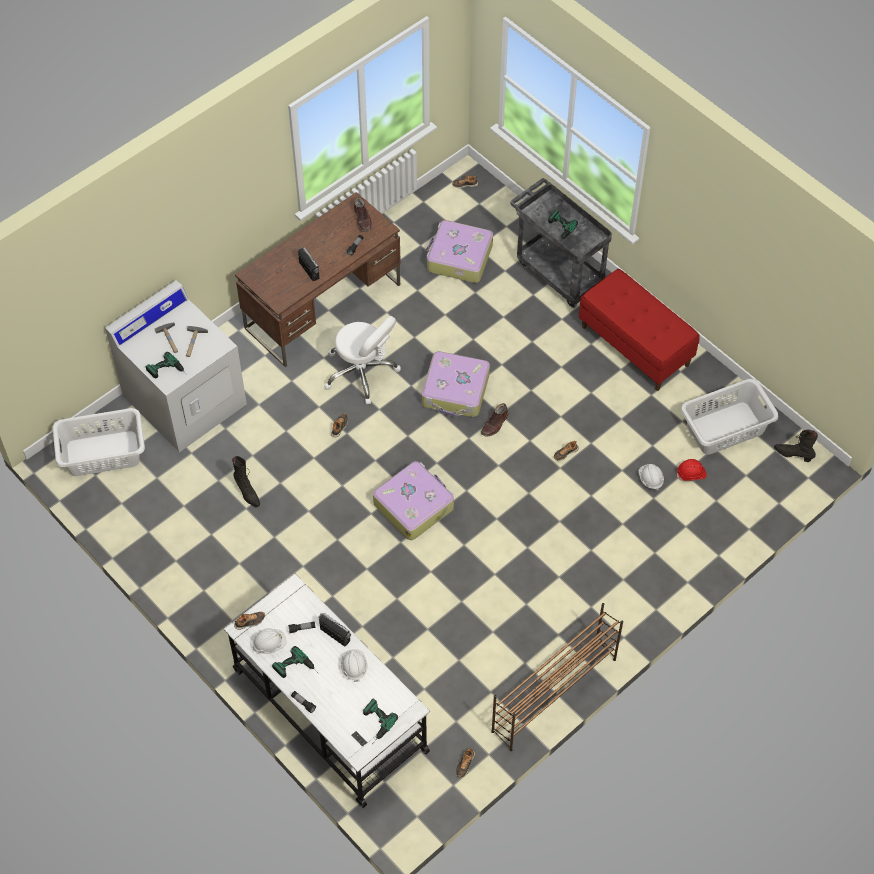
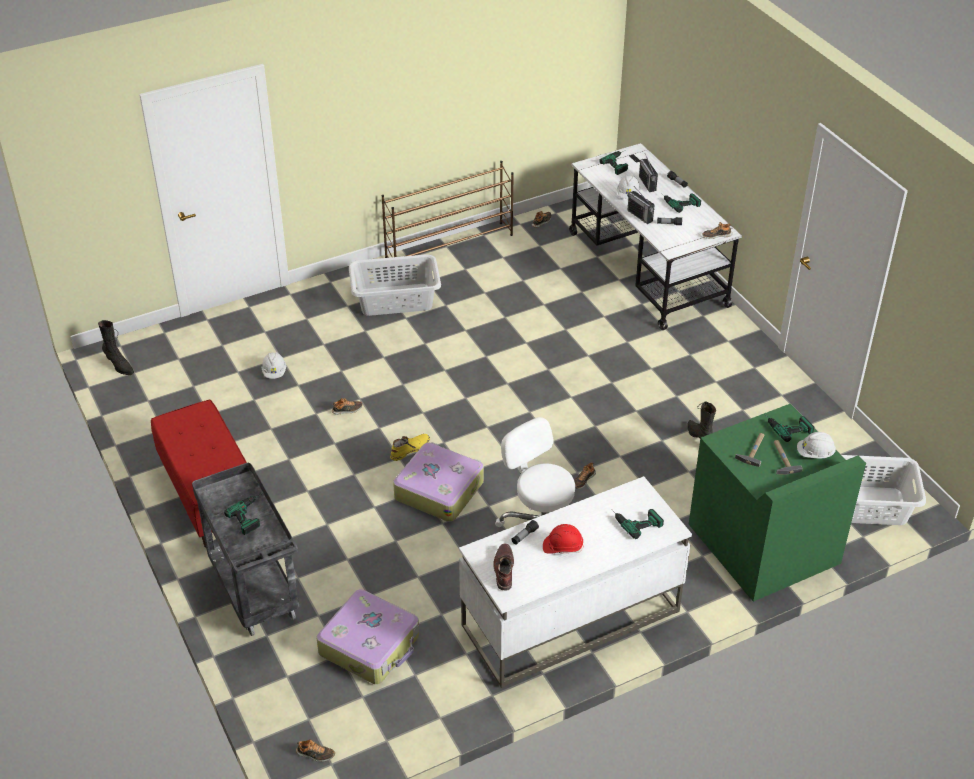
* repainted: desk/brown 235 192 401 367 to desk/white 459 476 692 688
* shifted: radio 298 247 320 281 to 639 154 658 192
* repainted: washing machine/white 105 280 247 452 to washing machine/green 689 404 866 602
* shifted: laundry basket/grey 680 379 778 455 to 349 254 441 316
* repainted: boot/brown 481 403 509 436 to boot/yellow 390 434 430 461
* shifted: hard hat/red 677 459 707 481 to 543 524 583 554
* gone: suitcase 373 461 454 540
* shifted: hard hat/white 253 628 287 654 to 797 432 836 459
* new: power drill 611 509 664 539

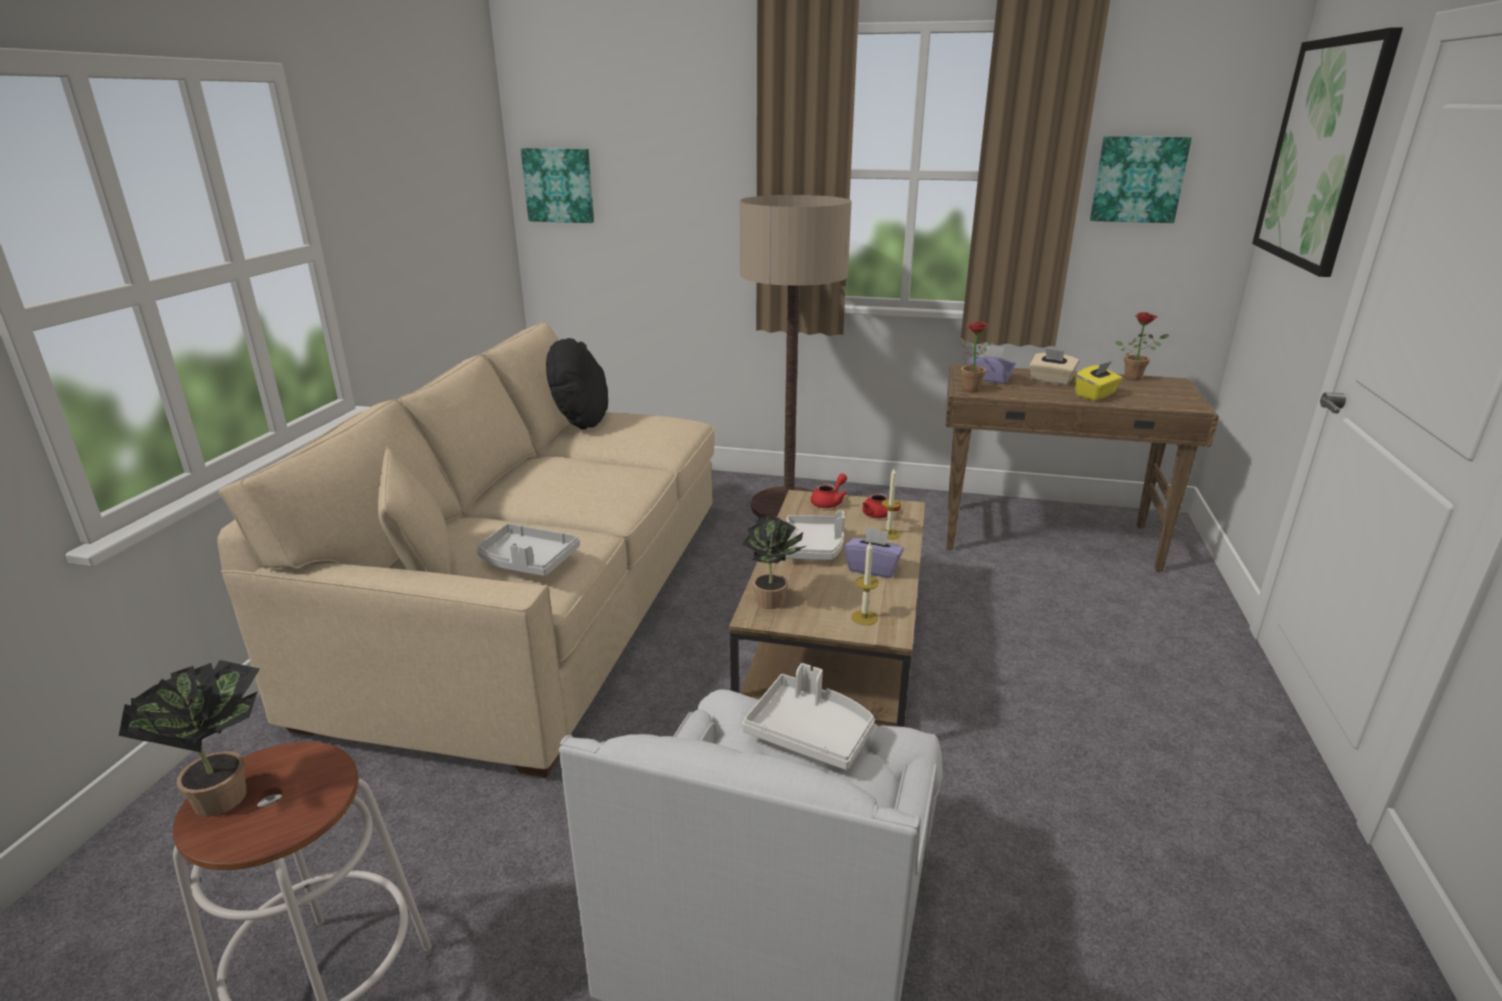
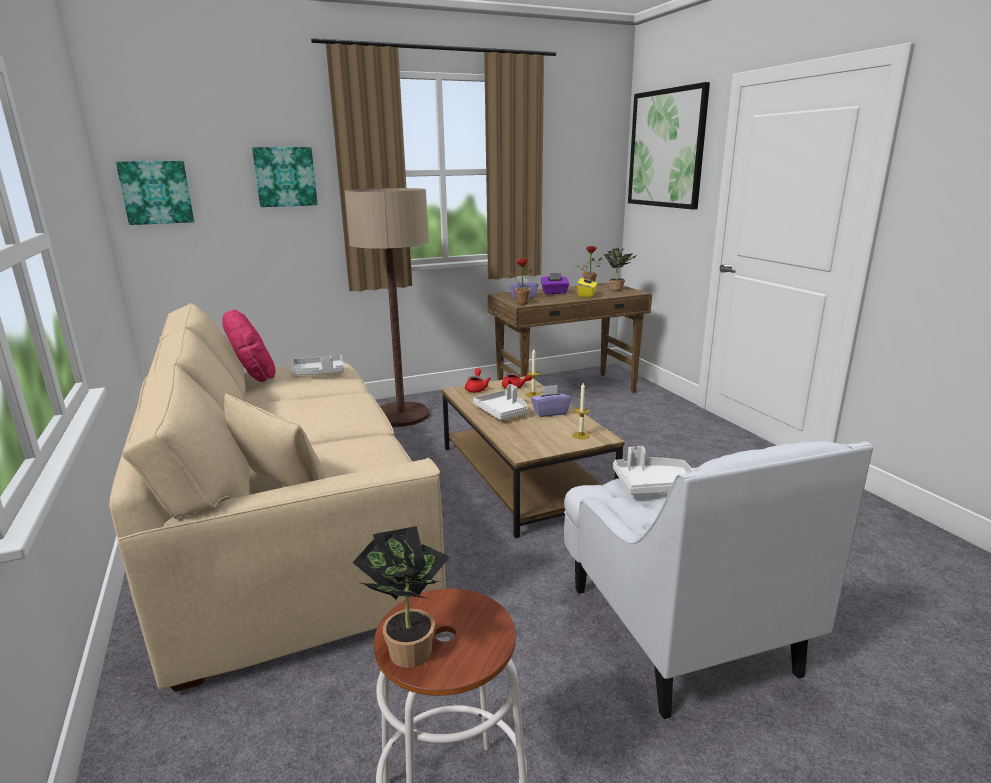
* shifted: picture 1090 136 1192 223 to 252 147 318 207
* repainted: pillow/black 546 338 608 430 to pillow/pink 222 310 276 382
* repainted: tissue box/beige 1029 348 1079 386 to tissue box/purple 541 273 569 294
* shifted: potted plant 743 516 806 609 to 604 248 636 291
* shifted: tray/grey 477 524 580 576 to 291 355 344 375

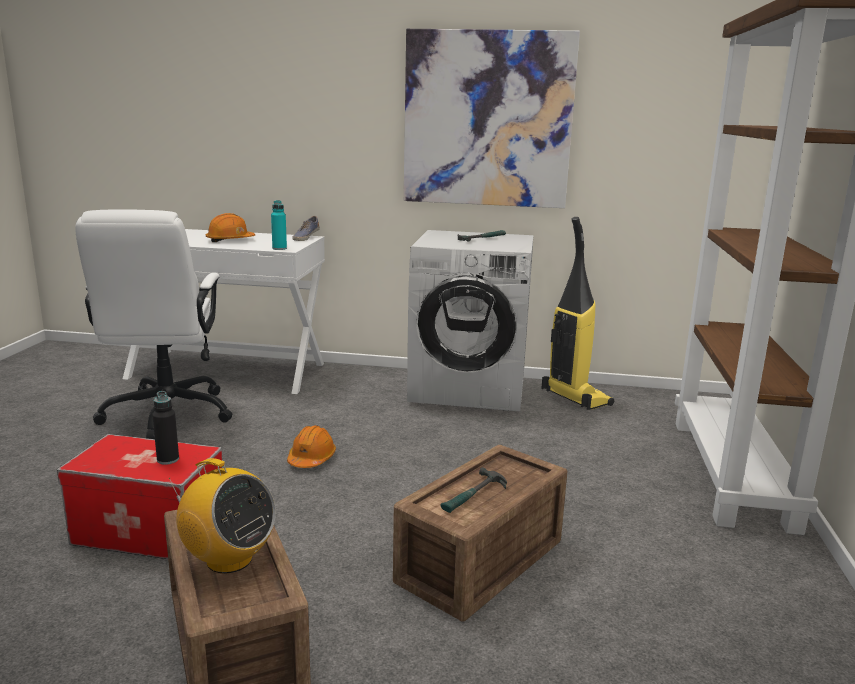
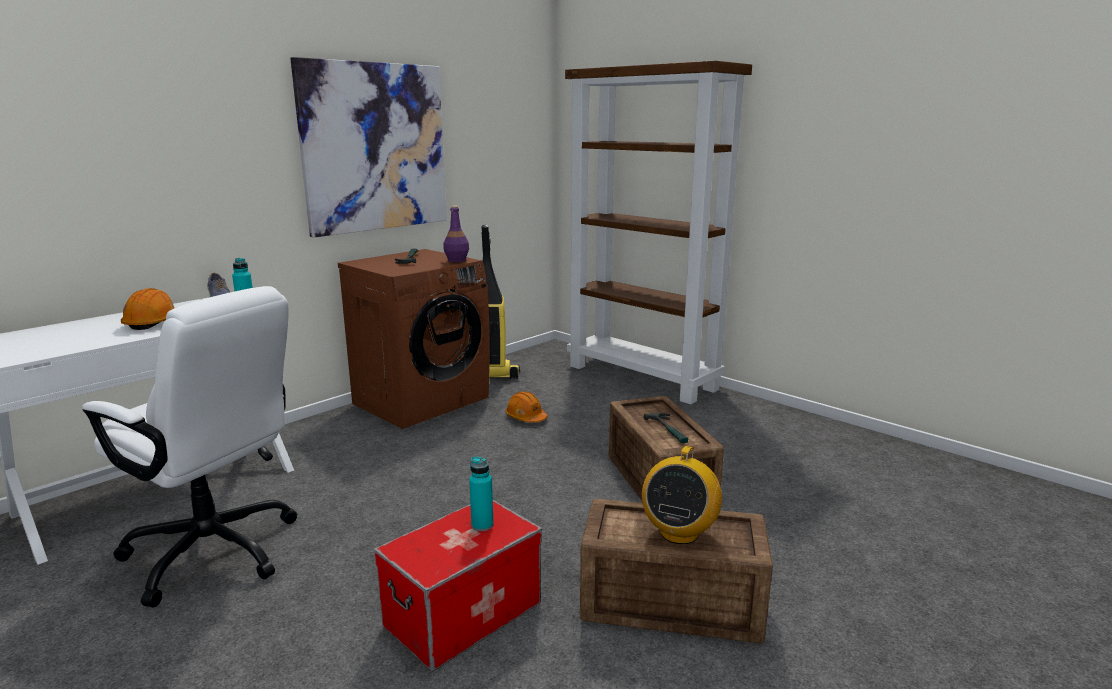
* repainted: washing machine/white 407 230 533 411 to washing machine/brown 338 249 490 429
* repainted: bottle/black 152 391 179 465 to bottle/turquoise 469 456 493 531
* shifted: hard hat/orange 287 425 336 468 to 505 392 547 423
* rotated: radio 168 458 276 574 = 642 446 722 544 135 degrees clockwise
* new: bottle/purple 444 206 469 262

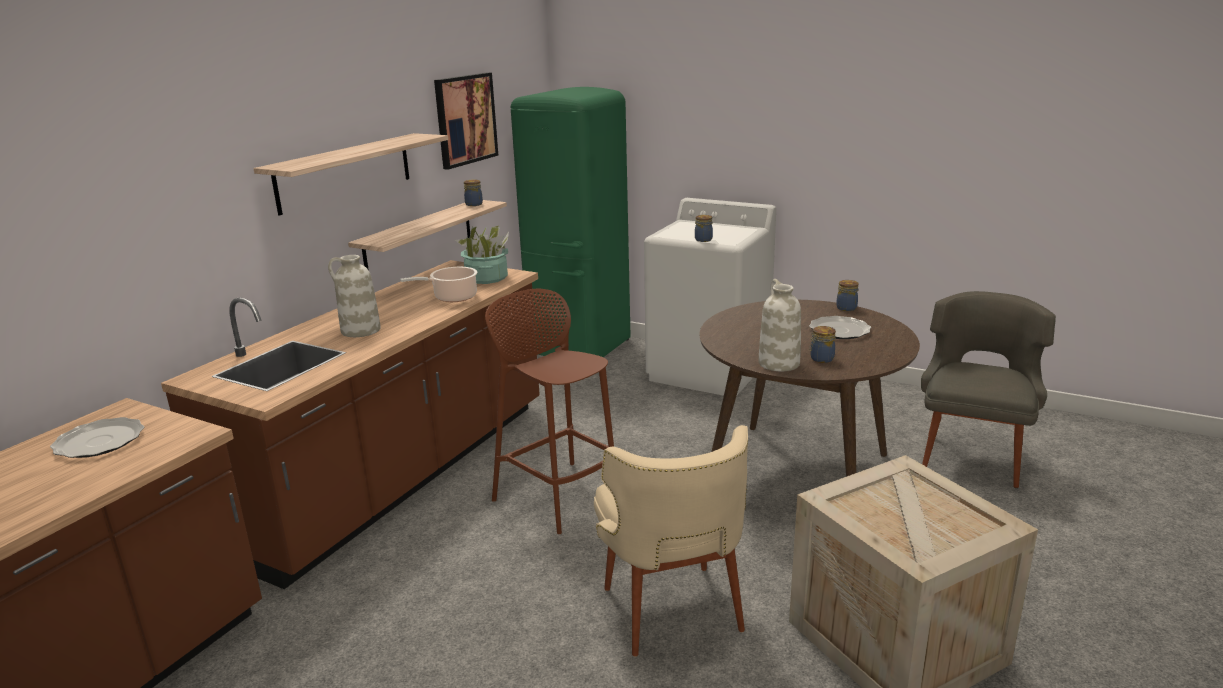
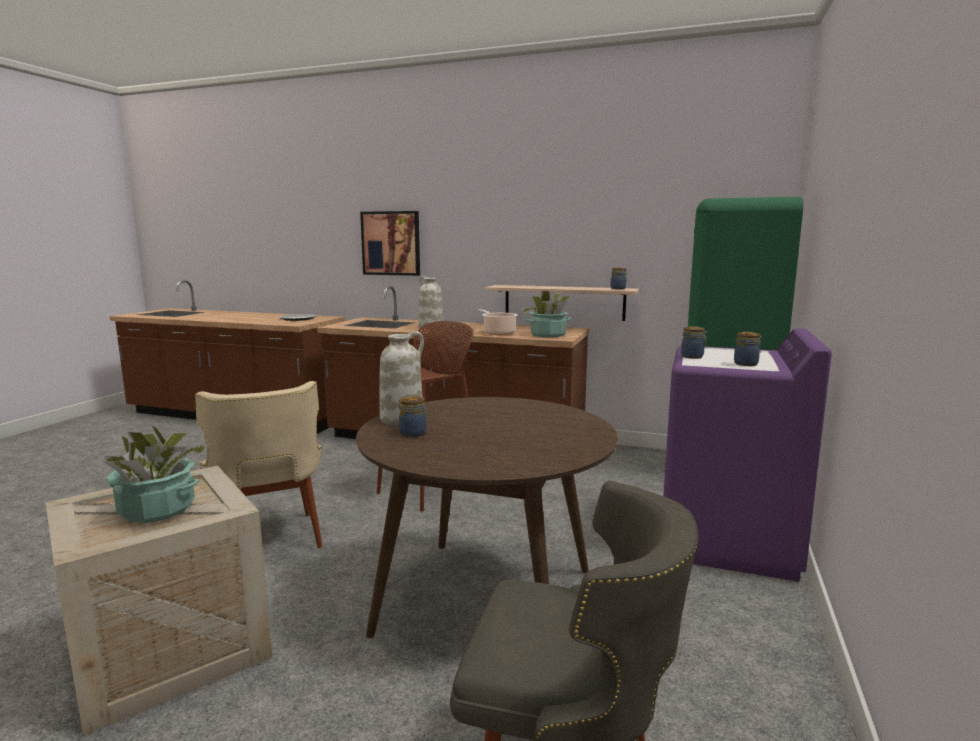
* shifted: picture 434 72 498 170 to 360 211 420 276
* gone: shelf 253 133 448 216
* repainted: washing machine/white 644 198 776 396 to washing machine/purple 663 328 832 582
* shifted: jar 836 280 859 311 to 734 332 762 366
* gone: plate 809 316 871 339
* rotated: chair/beige 594 425 748 657 = 195 381 323 549 90 degrees counterclockwise
* new: potted plant 103 425 210 523

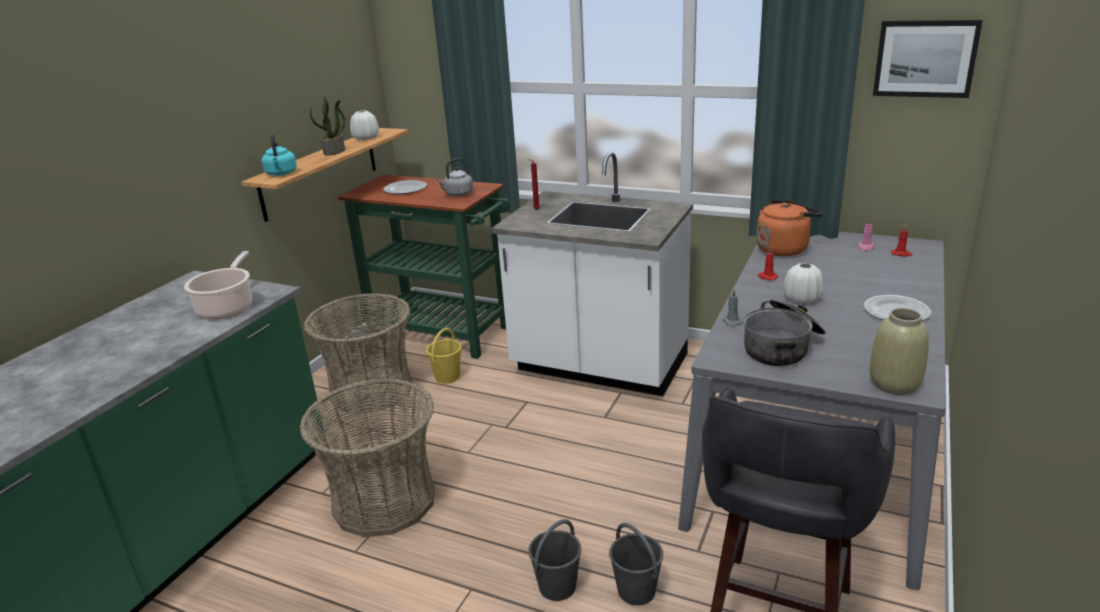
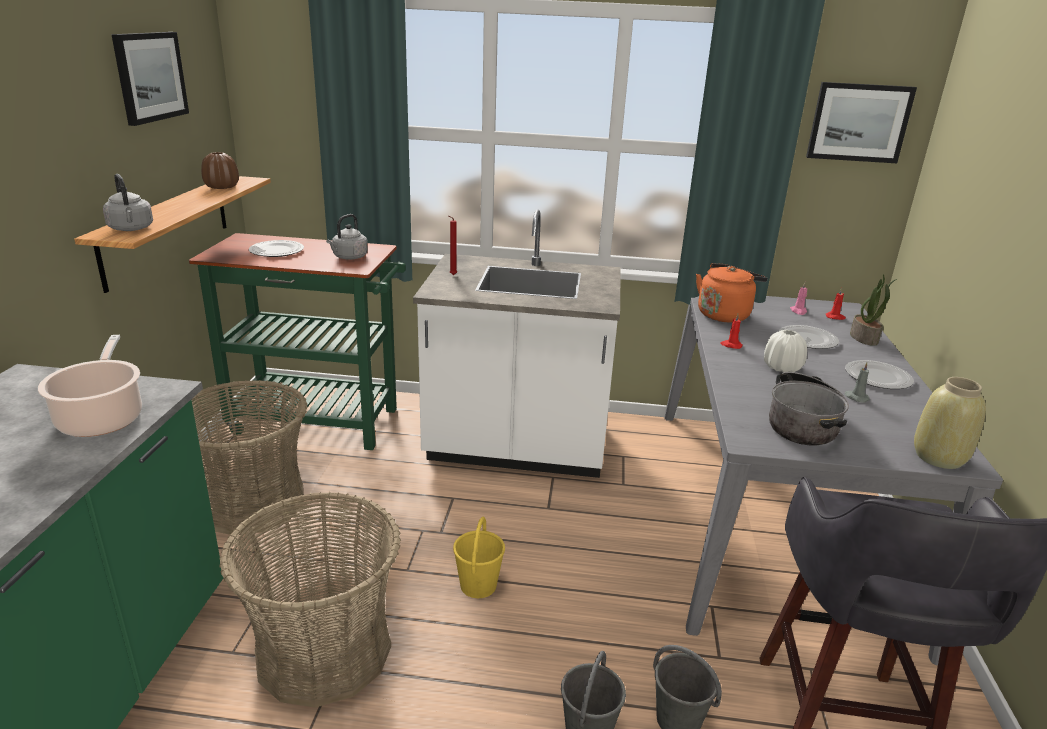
* shifted: potted plant 310 96 345 156 to 850 274 897 346
* repainted: vase/white 350 111 379 140 to vase/brown 201 152 239 189
* repainted: kettle/turquoise 261 133 297 176 to kettle/grey 103 174 153 231
* shifted: candle/grey 722 290 743 326 to 844 362 870 403
* shifted: bucket/yellow 426 328 461 384 to 453 517 505 598
* new: picture 111 32 189 126
* new: plate 779 325 839 349

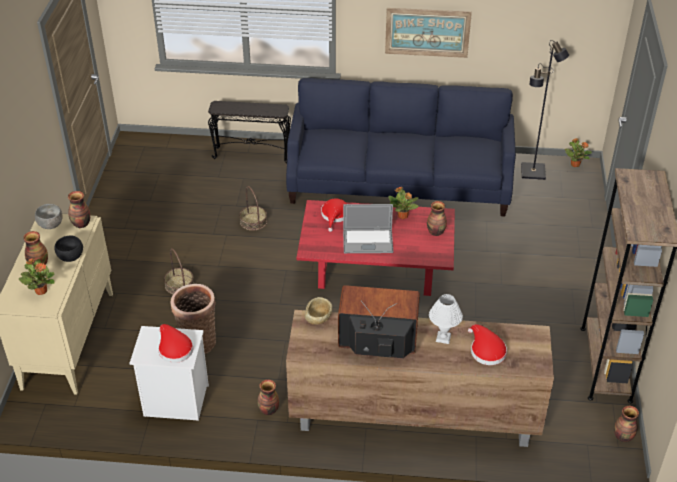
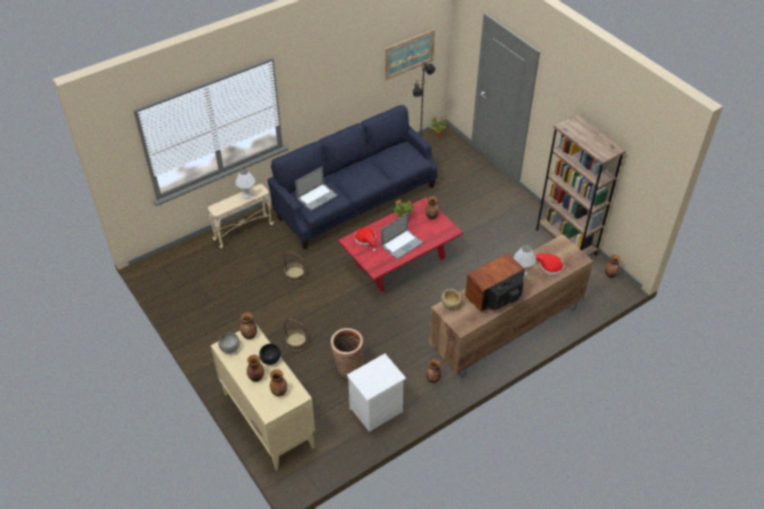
* shifted: picture 385 8 472 58 to 385 29 435 80
* repainted: side table/black 208 101 291 163 to side table/beige 208 184 274 248
* swapped: potted plant 19 258 55 295 to vase 270 369 287 397
* gone: hat/red 158 324 193 363
* new: laptop 295 167 338 211
* new: table lamp/white 235 169 255 199

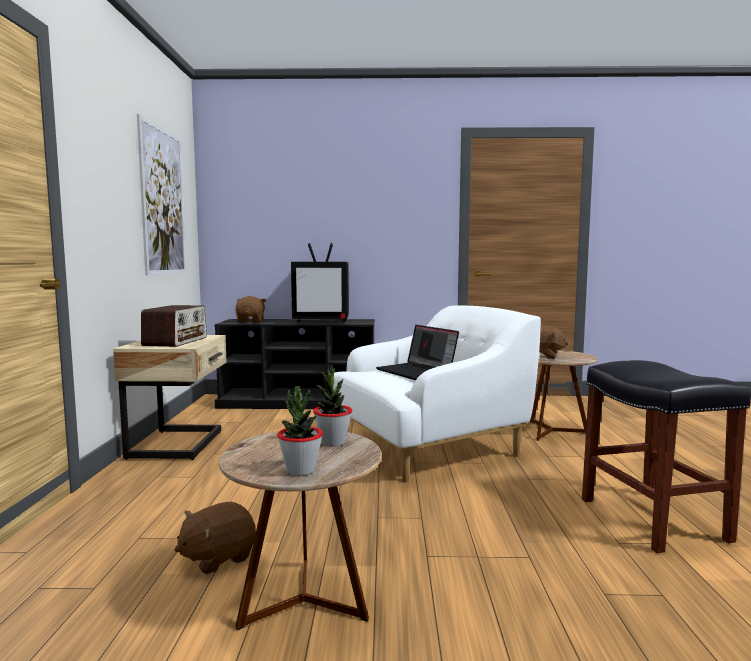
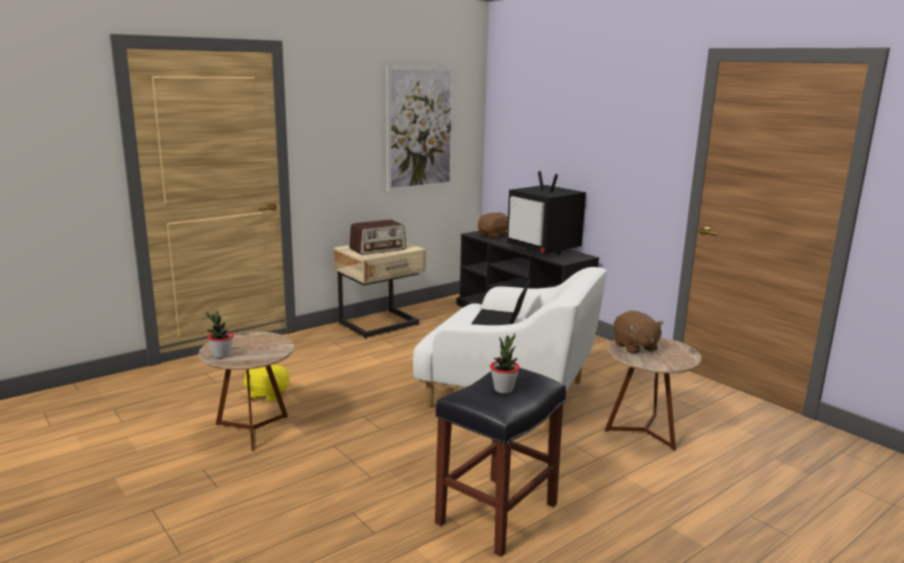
* shifted: potted plant 313 365 352 447 to 490 333 520 393
* repainted: plush toy/brown 175 502 256 574 to plush toy/yellow 243 365 290 402

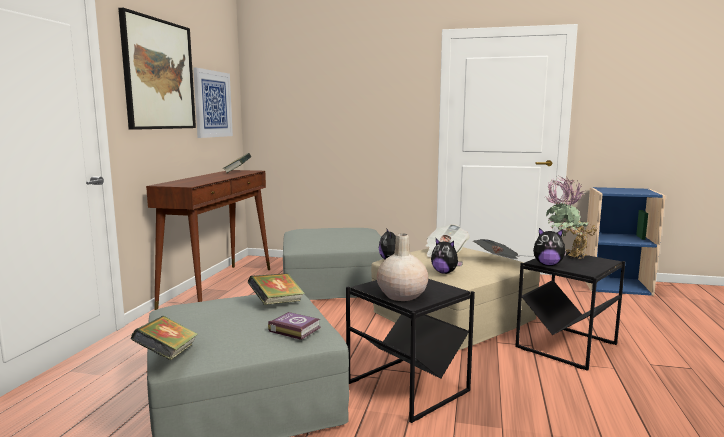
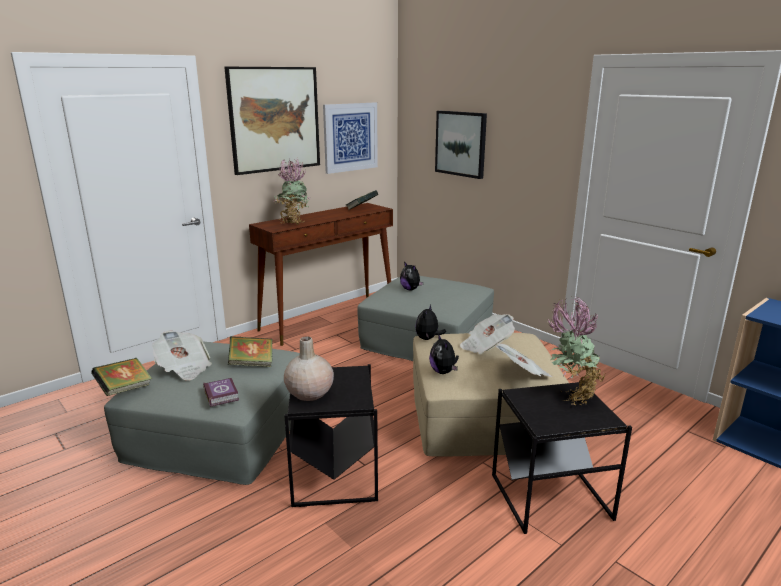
* shifted: plush toy 533 228 567 266 to 400 262 423 291
* new: picture 435 111 487 179
* new: potted plant 274 158 310 225
* new: newspaper 152 331 212 381

